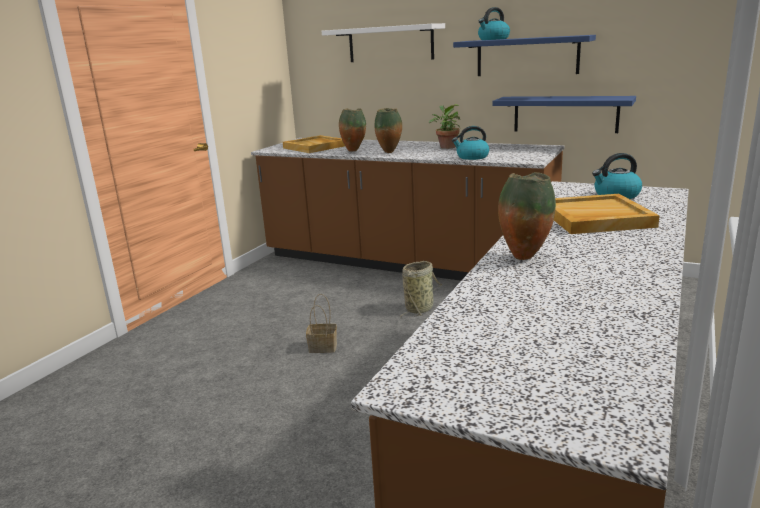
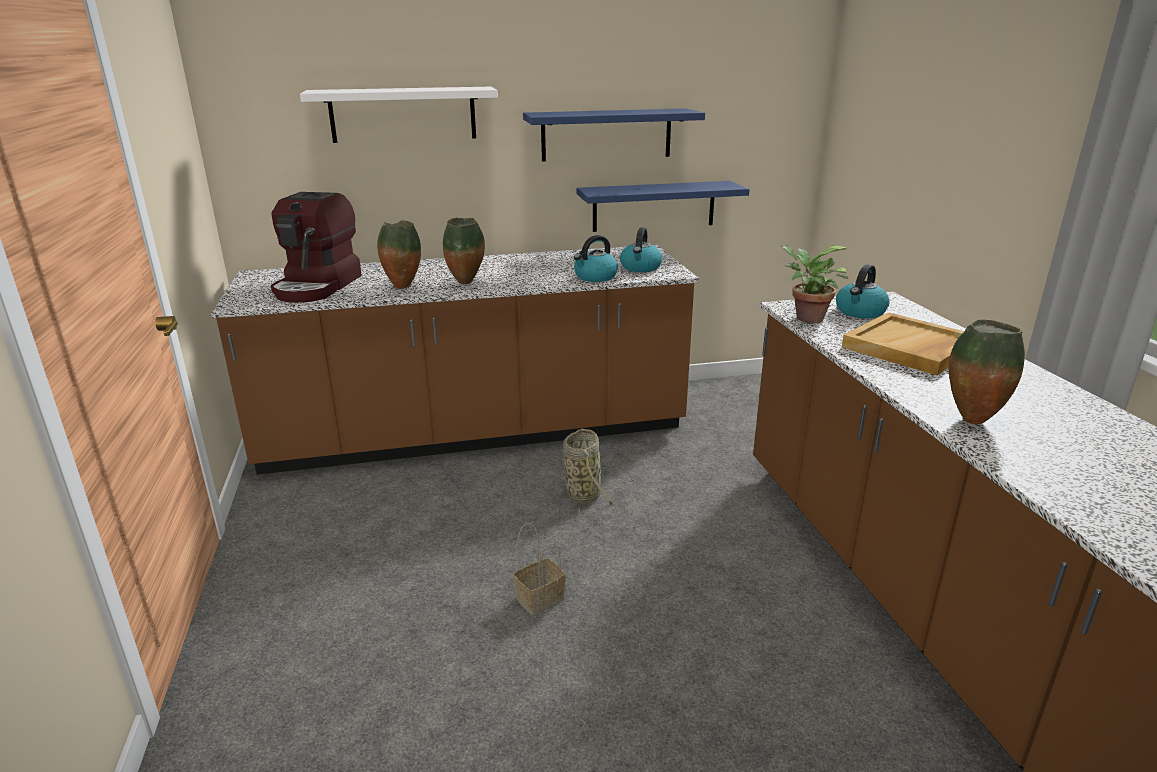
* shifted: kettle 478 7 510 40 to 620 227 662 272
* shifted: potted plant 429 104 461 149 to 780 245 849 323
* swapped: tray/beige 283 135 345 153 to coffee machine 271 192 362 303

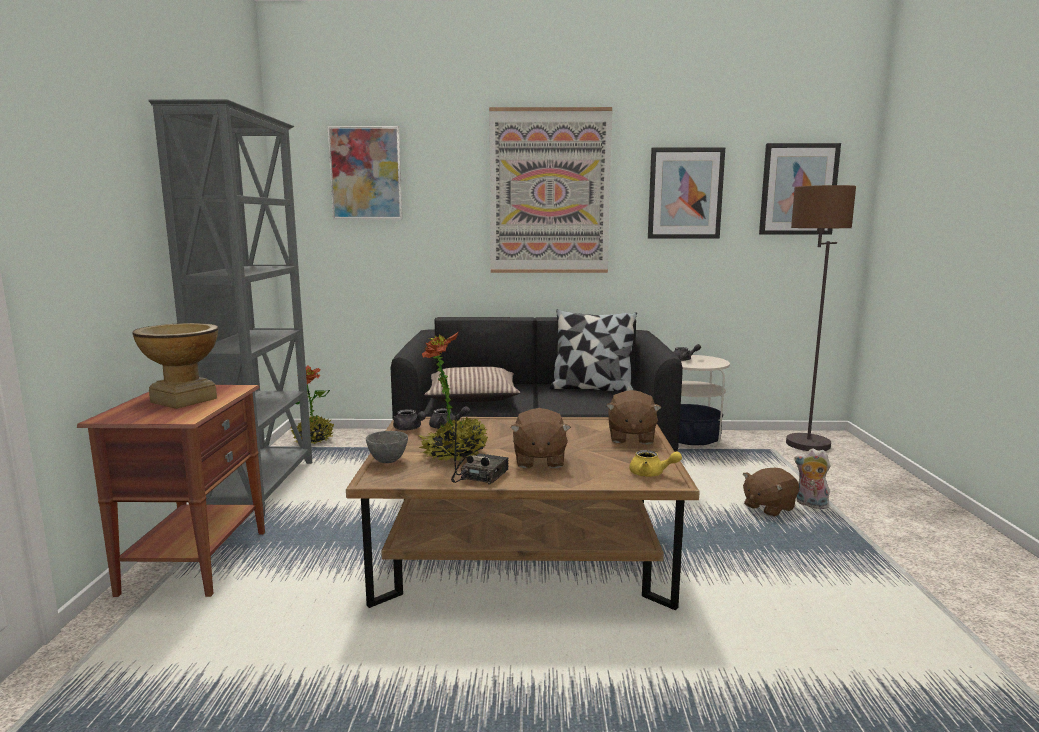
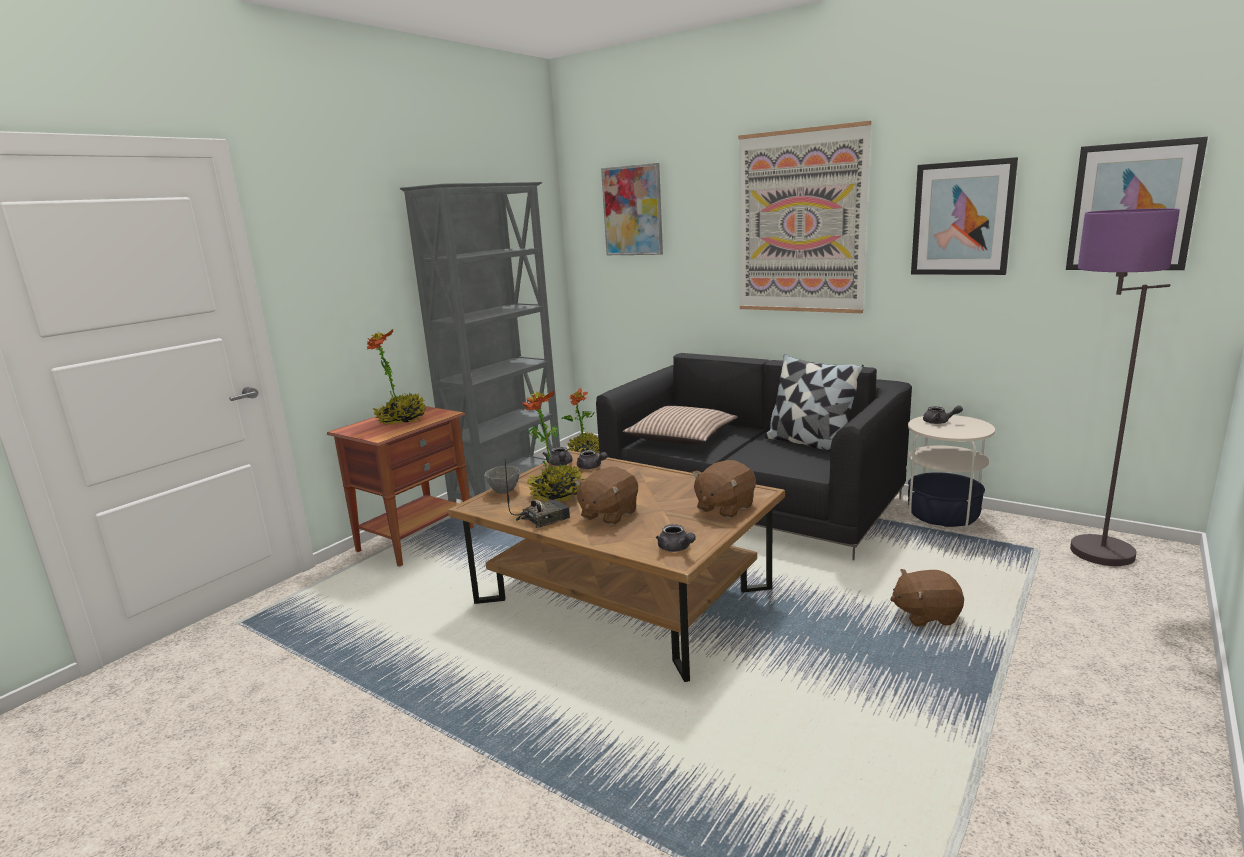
* repainted: floor lamp/brown 786 185 856 451 to floor lamp/purple 1070 208 1180 566
* swapped: vase 132 323 218 409 to potted plant 367 328 426 425
* gone: plush toy 794 448 831 509
* repainted: teapot/yellow 629 450 682 477 to teapot/grey 656 524 696 552

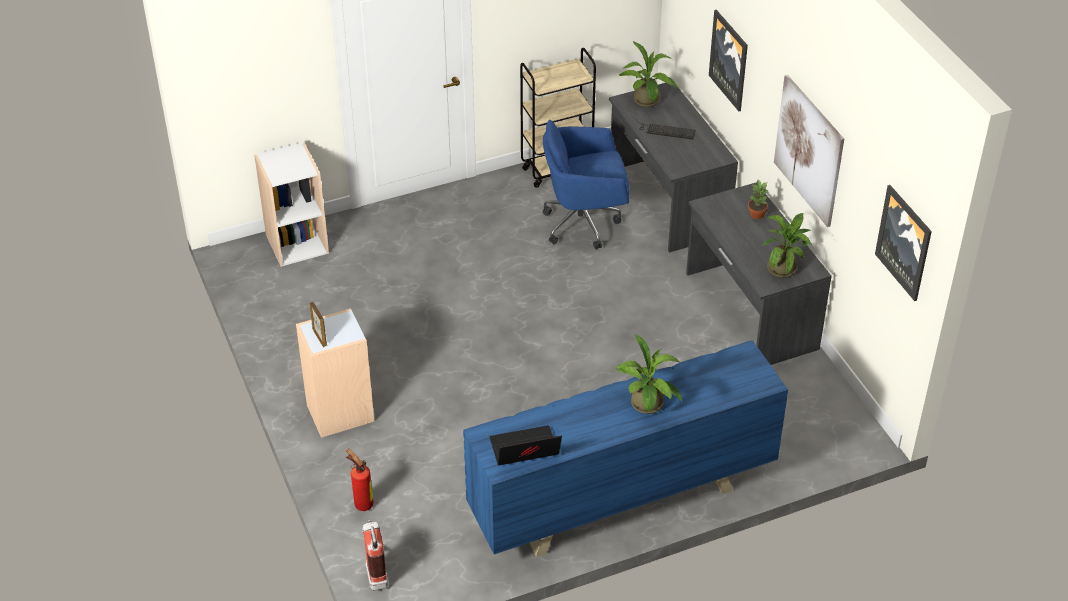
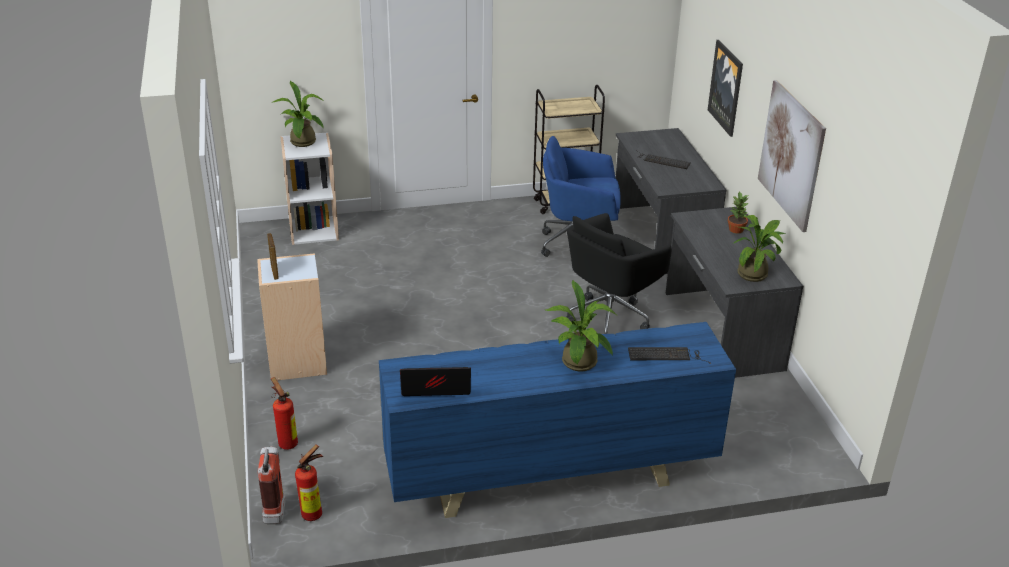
* shifted: potted plant 619 41 678 107 to 273 81 324 147
* gone: picture 875 185 932 301
* new: office chair/black 567 213 672 334
* new: keyboard 628 347 711 364
* new: fire extinguisher 295 444 323 521

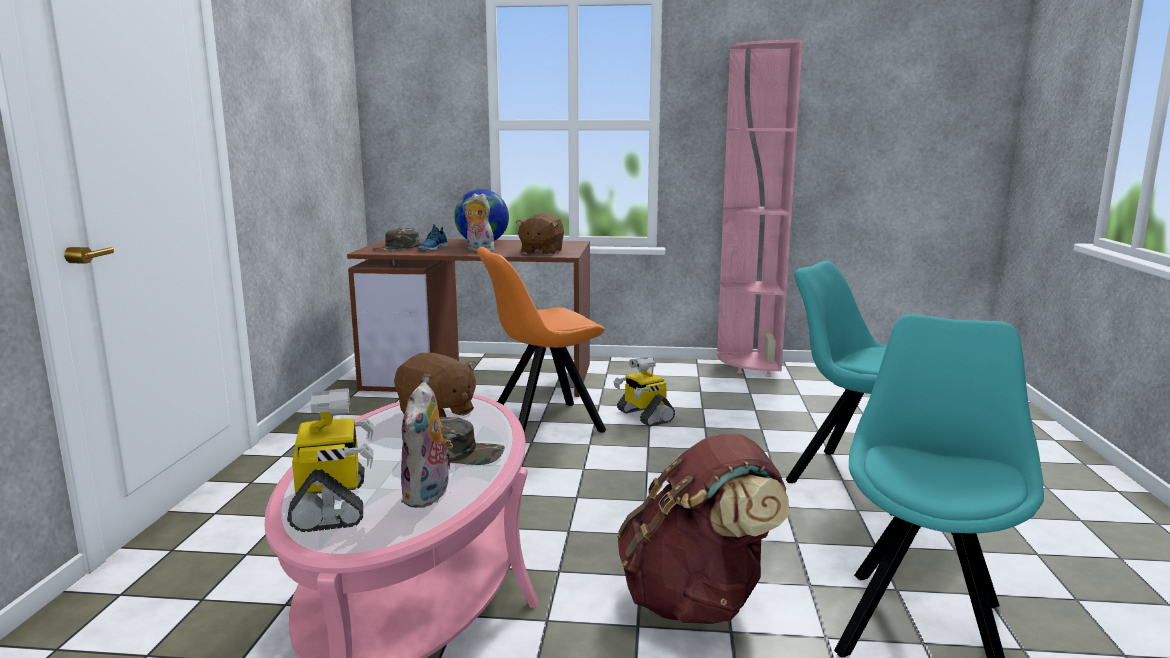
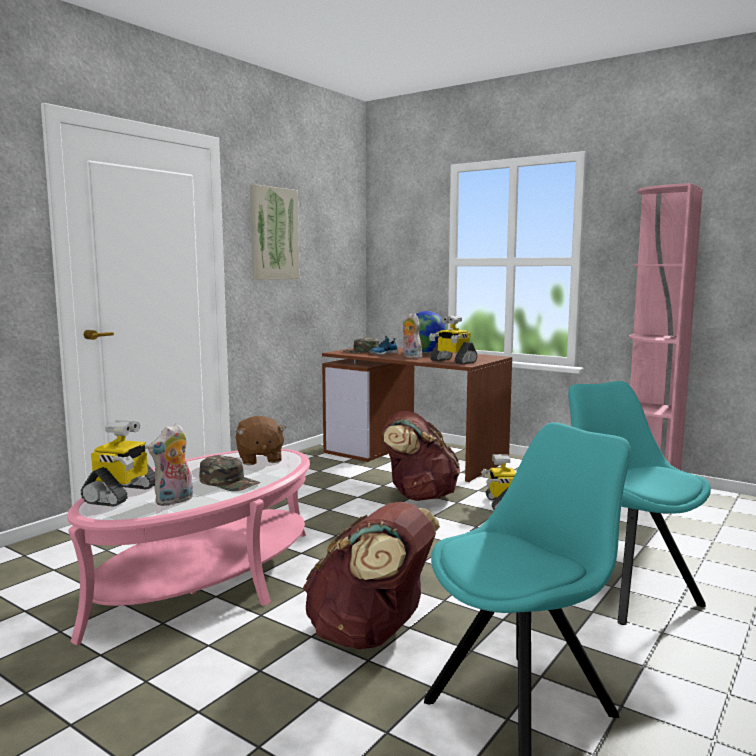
* swapped: plush toy/brown 516 213 564 255 to toy robot 429 316 477 364
* swapped: chair/orange 477 247 606 433 to backpack/brown 382 411 460 501
* new: picture 250 184 300 280

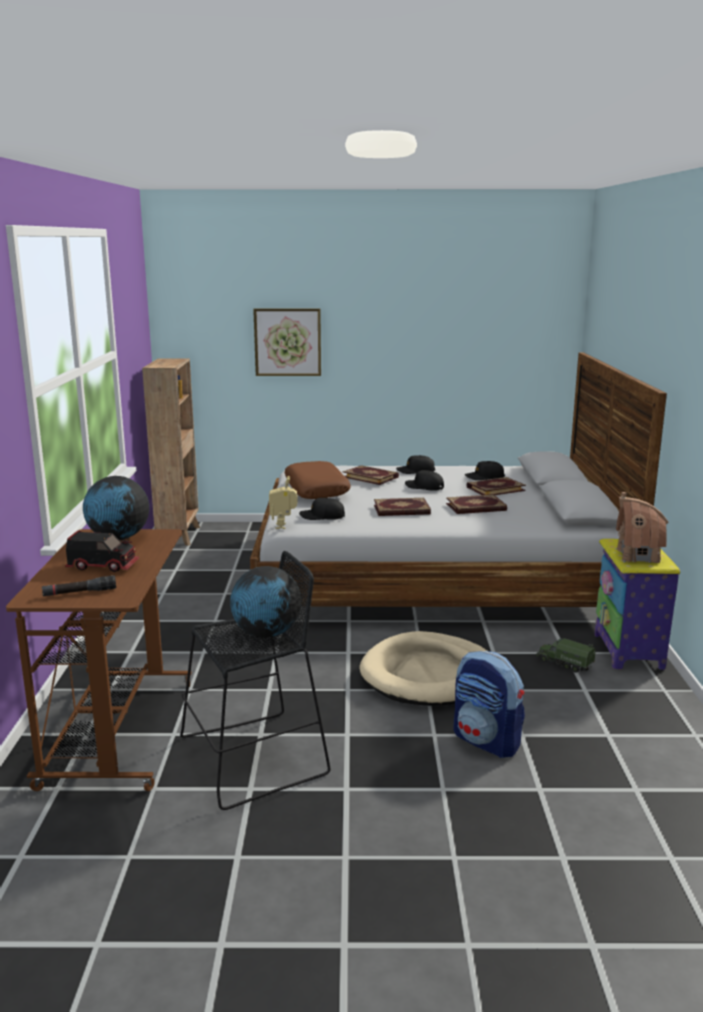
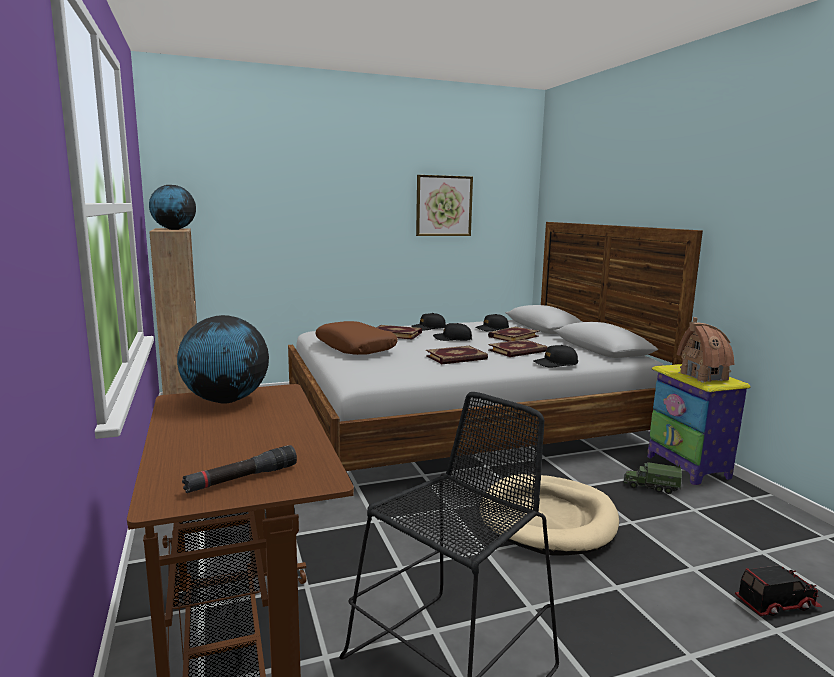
* shifted: picture 253 308 321 376 to 416 175 473 236
* gone: toy robot 269 476 297 529
* shifted: cap/black 299 498 345 520 to 533 345 578 367
* shifted: toy truck 65 530 140 572 to 735 565 822 616
* shifted: globe 230 566 302 638 to 149 185 196 230
* gone: backpack 454 651 525 758

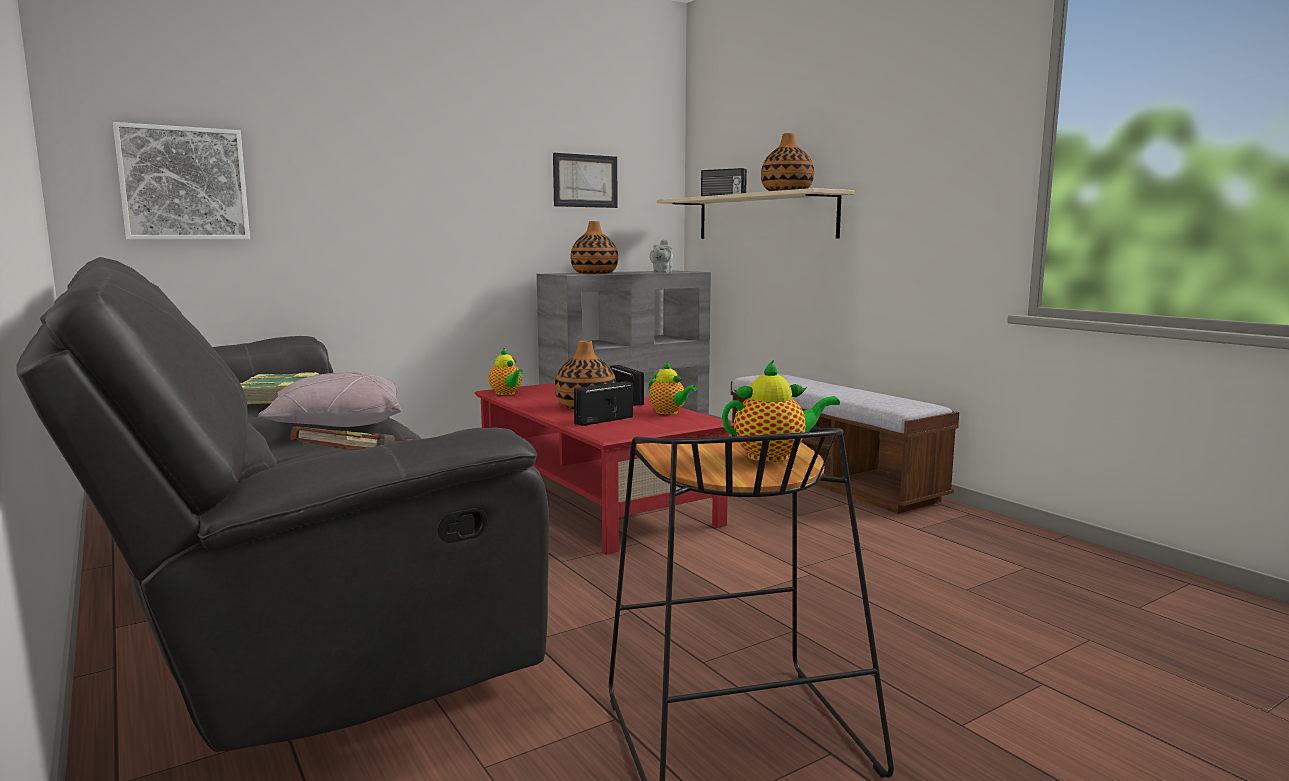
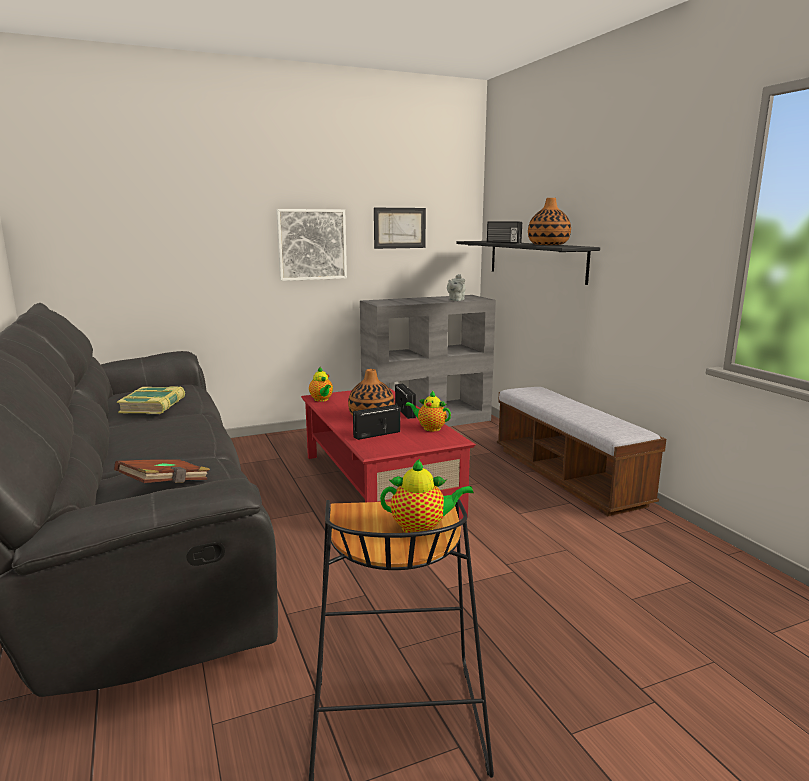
* shifted: picture 113 122 250 240 to 276 209 347 281
* repainted: shelf/beige 657 188 855 239 to shelf/black 456 241 600 285
* gone: vase 570 221 618 274
* rotated: teapot 648 361 697 415 = 405 391 451 431 150 degrees clockwise
* gone: pillow/purple 258 372 402 427

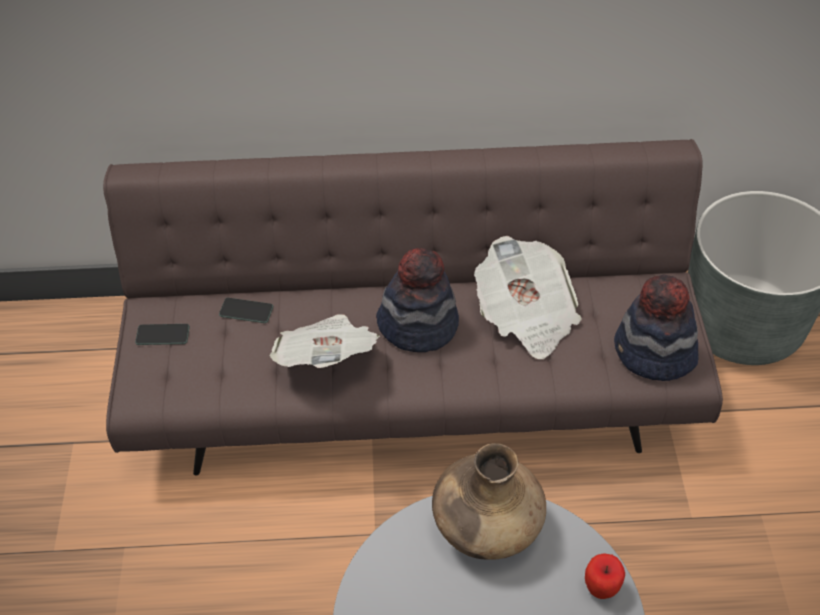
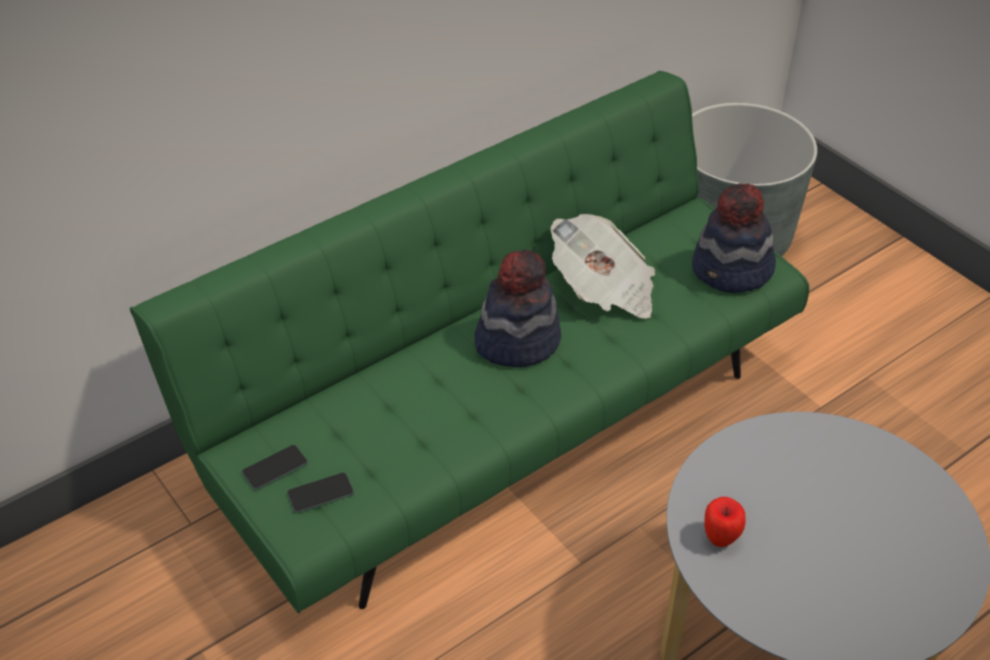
* repainted: sofa/brown 103 139 723 475 to sofa/green 130 71 809 614
* shifted: phone 219 298 273 323 to 287 472 354 513
* gone: newspaper 269 314 380 368
* gone: vase/brown 432 443 546 560
* shifted: apple 585 553 625 599 to 704 497 746 547

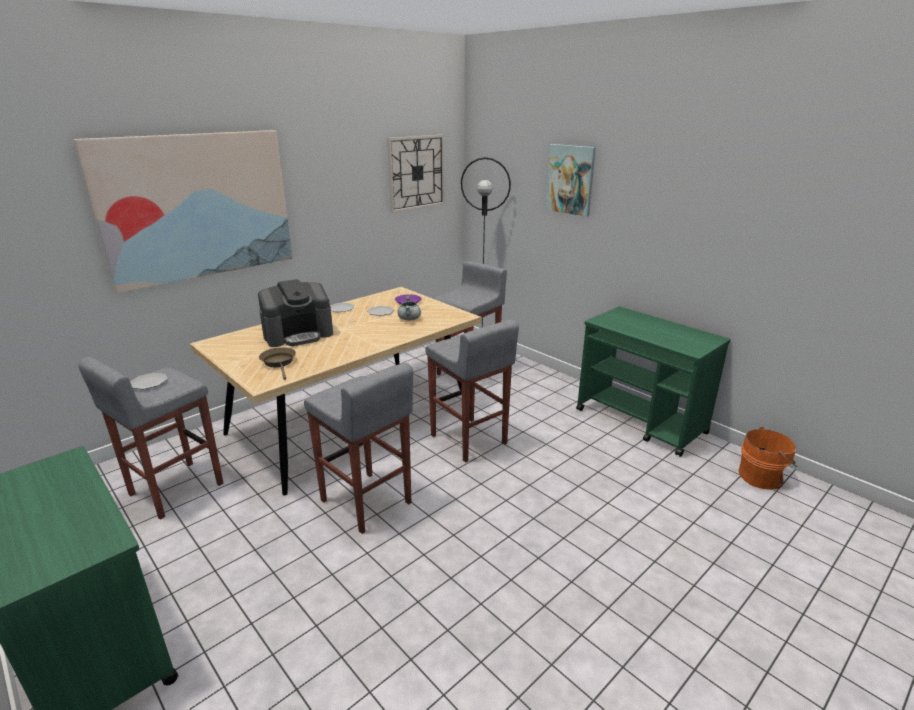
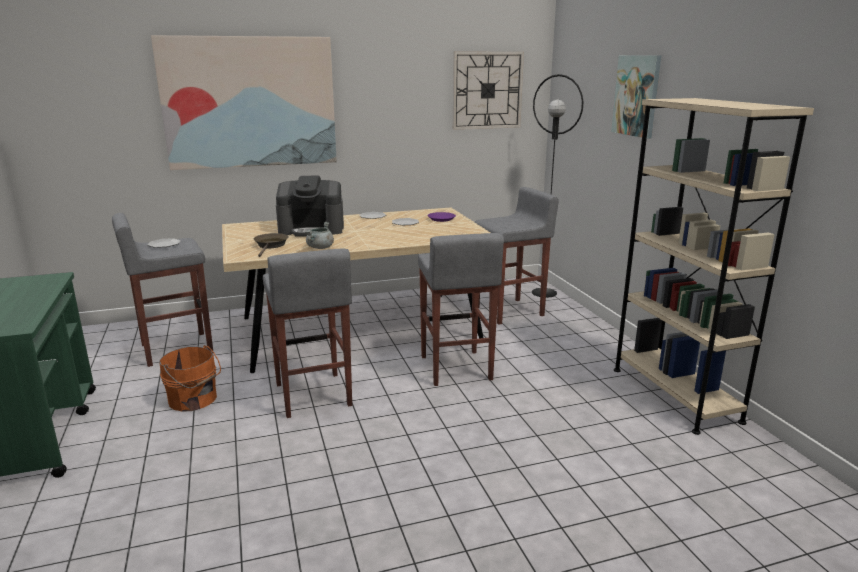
* shifted: cooking pot/grey 397 296 421 320 to 306 222 334 249
* swapped: cart/green 576 307 731 457 to bookcase/beige 614 98 814 435
* shifted: bucket/orange 739 427 797 490 to 159 345 221 411

